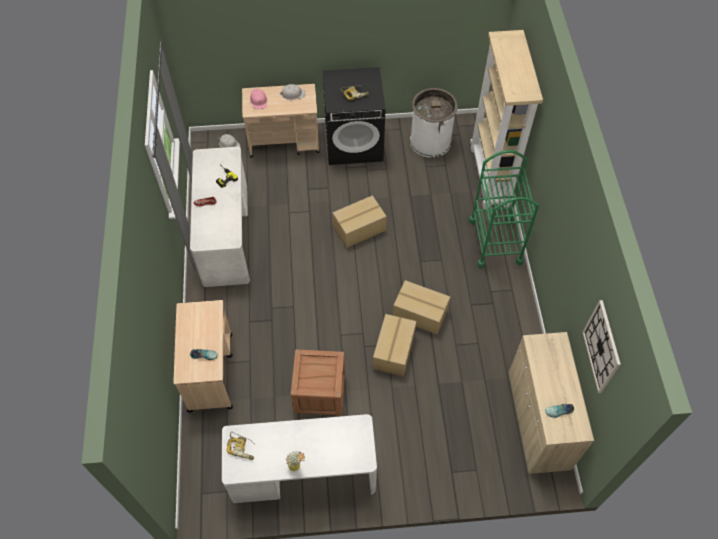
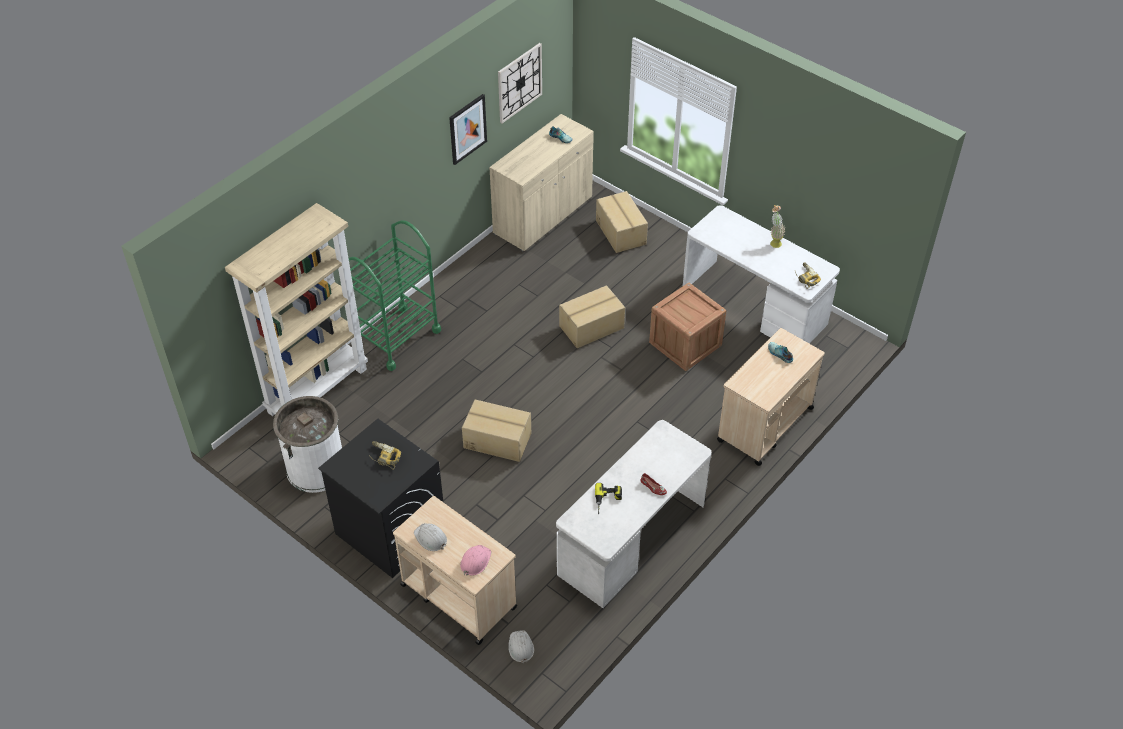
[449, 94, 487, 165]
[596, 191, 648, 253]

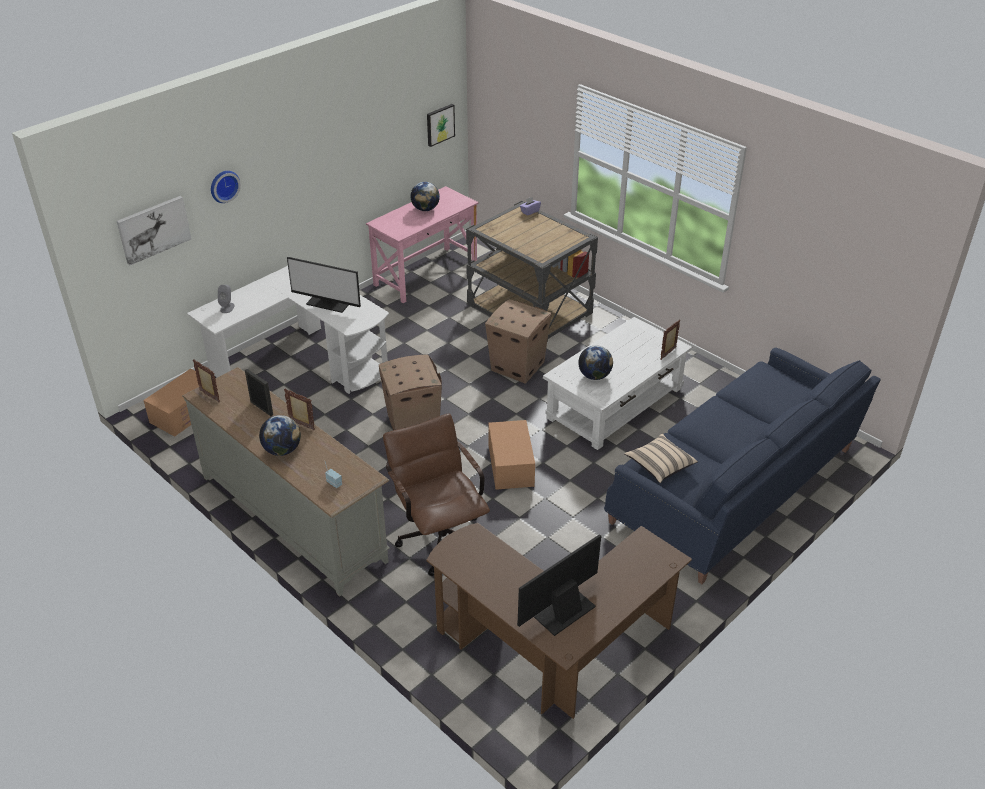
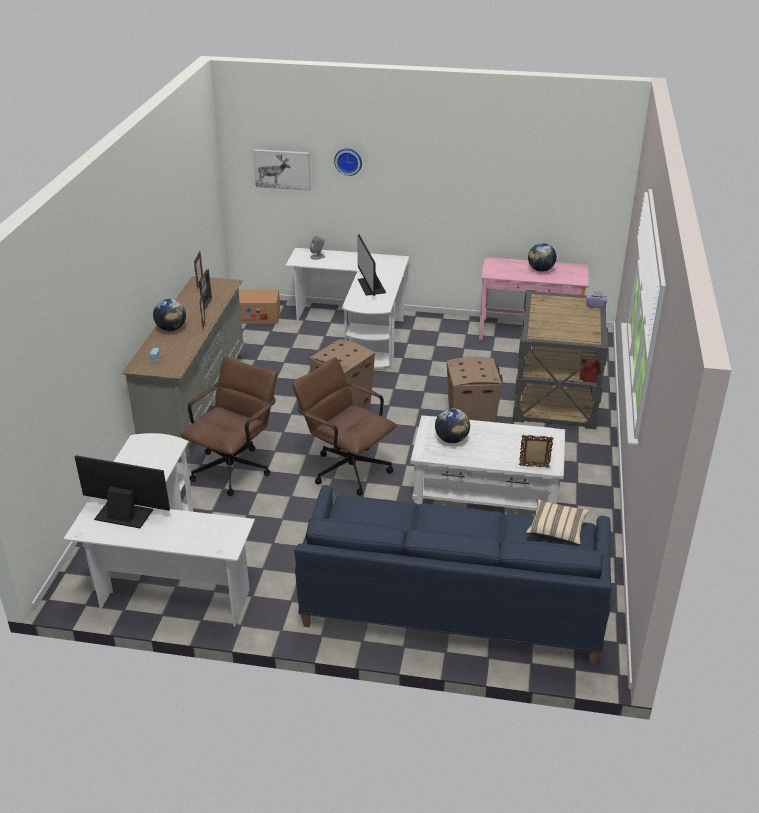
[63, 433, 255, 626]
[292, 357, 397, 496]
[526, 499, 589, 545]
[427, 104, 455, 147] (first image)

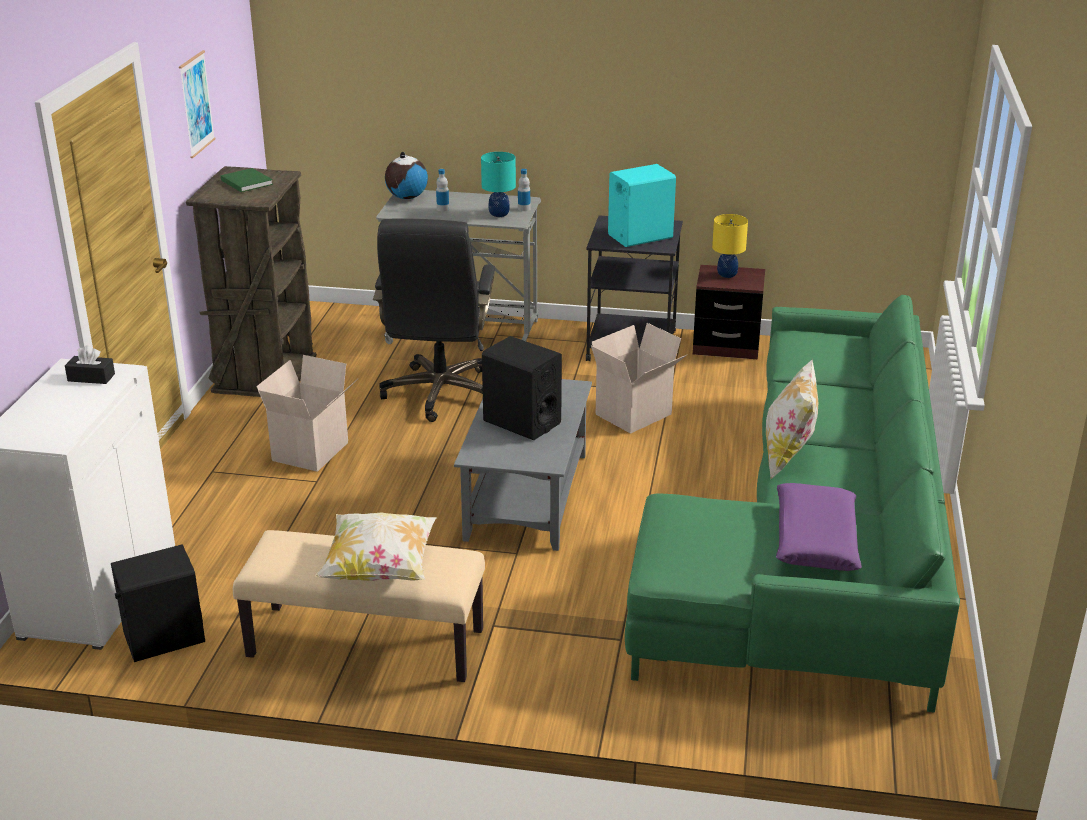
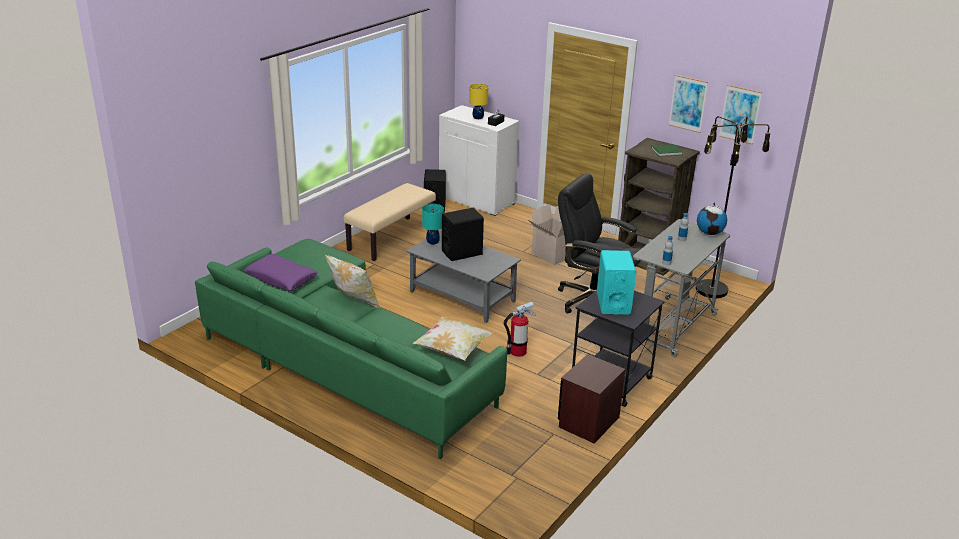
[413, 316, 493, 361]
[422, 204, 444, 244]
[469, 84, 488, 119]
[504, 302, 535, 357]
[696, 116, 770, 298]
[719, 85, 762, 144]

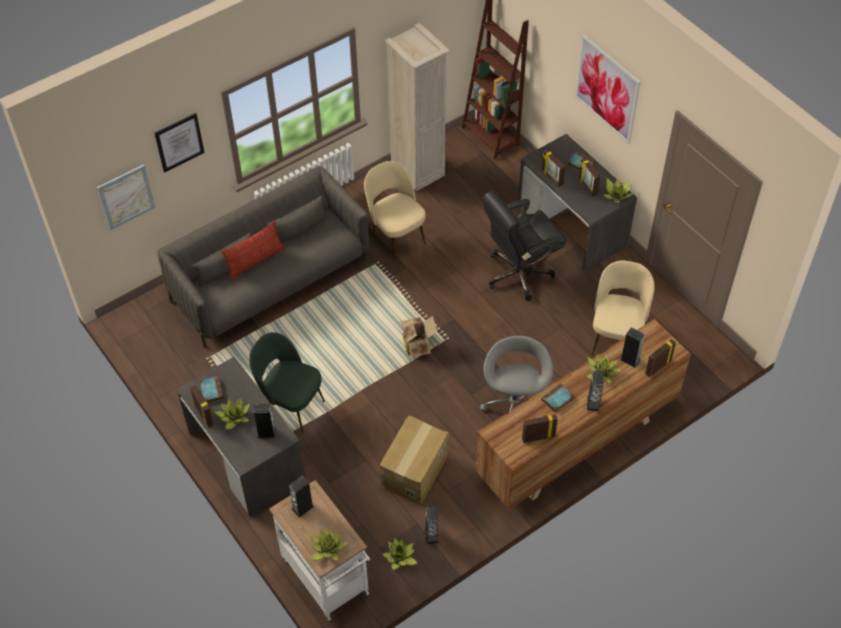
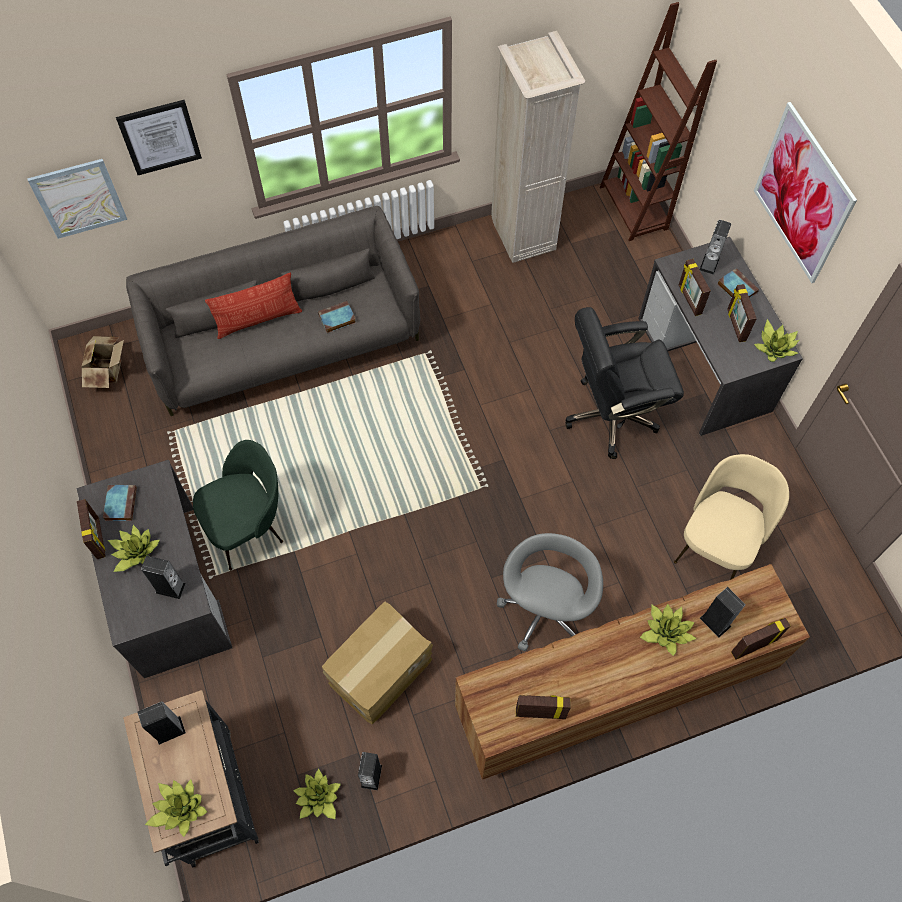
[81, 336, 124, 388]
[123, 690, 259, 868]
[193, 440, 283, 570]
[318, 301, 356, 333]
[700, 220, 731, 275]
[364, 161, 426, 261] (first image)

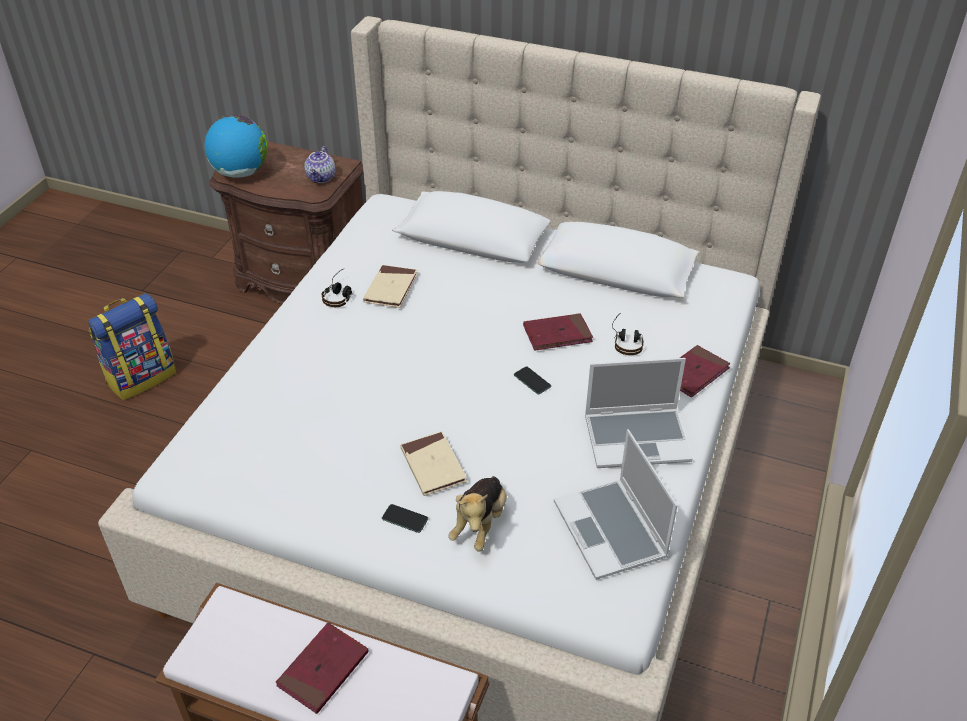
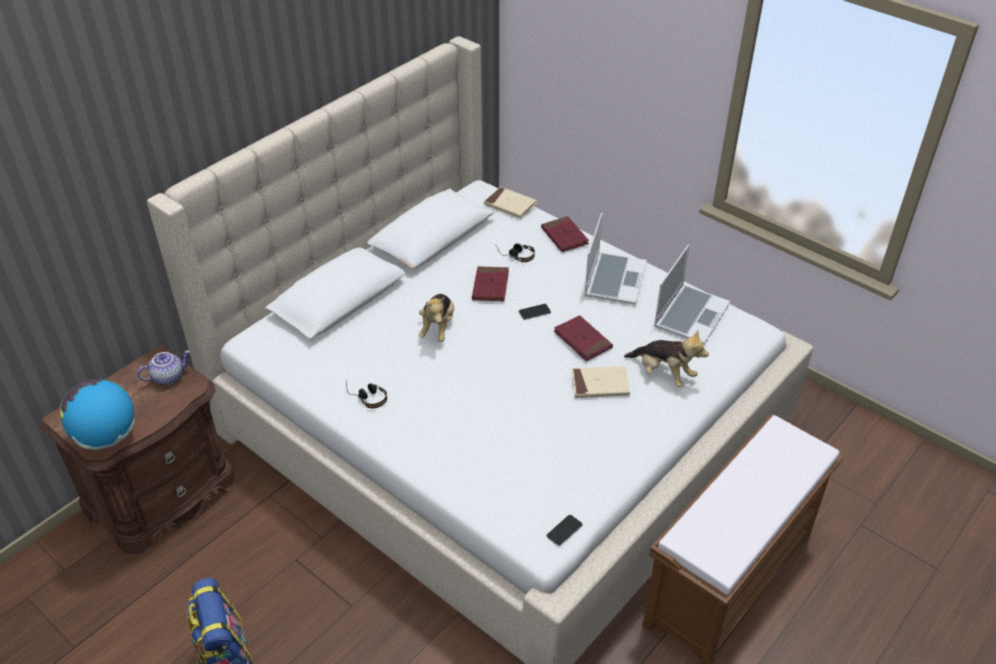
[137, 350, 190, 385]
[419, 294, 454, 342]
[484, 187, 537, 218]
[546, 515, 583, 546]
[554, 316, 613, 361]
[654, 245, 730, 345]

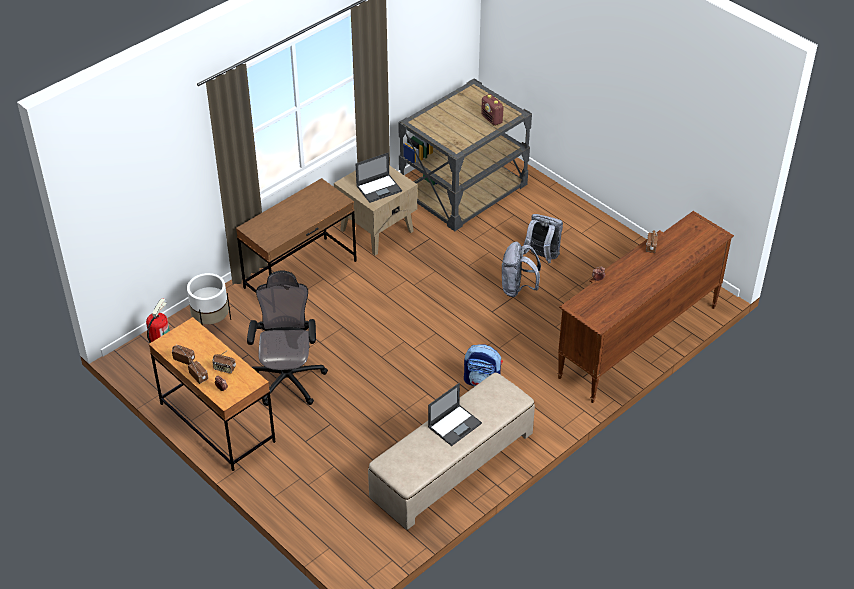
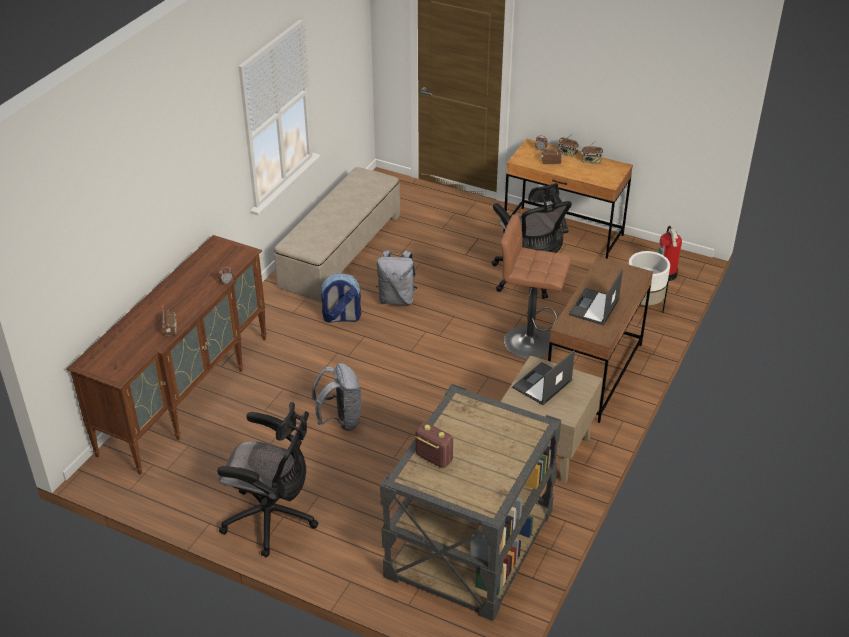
[217, 402, 319, 557]
[377, 250, 417, 305]
[501, 214, 572, 359]
[569, 269, 623, 325]

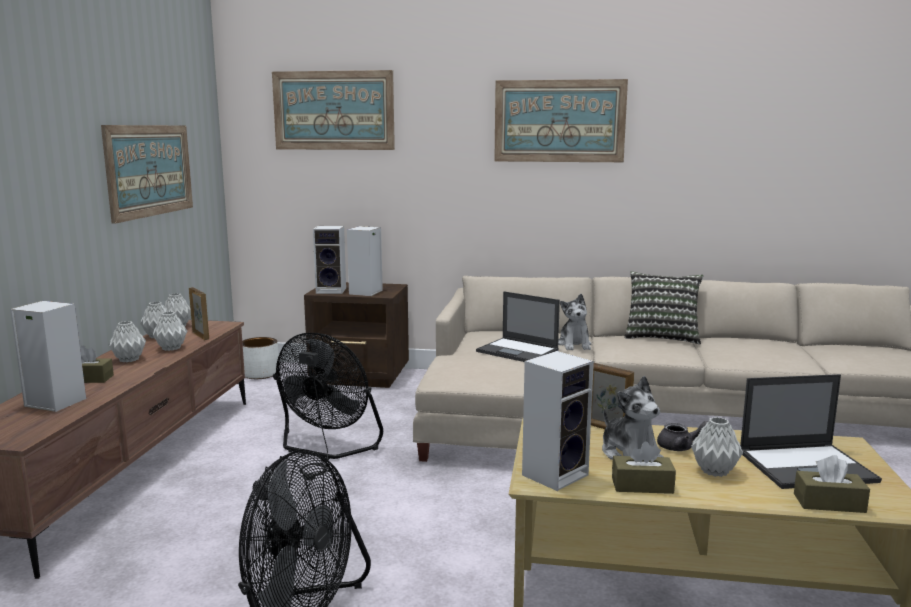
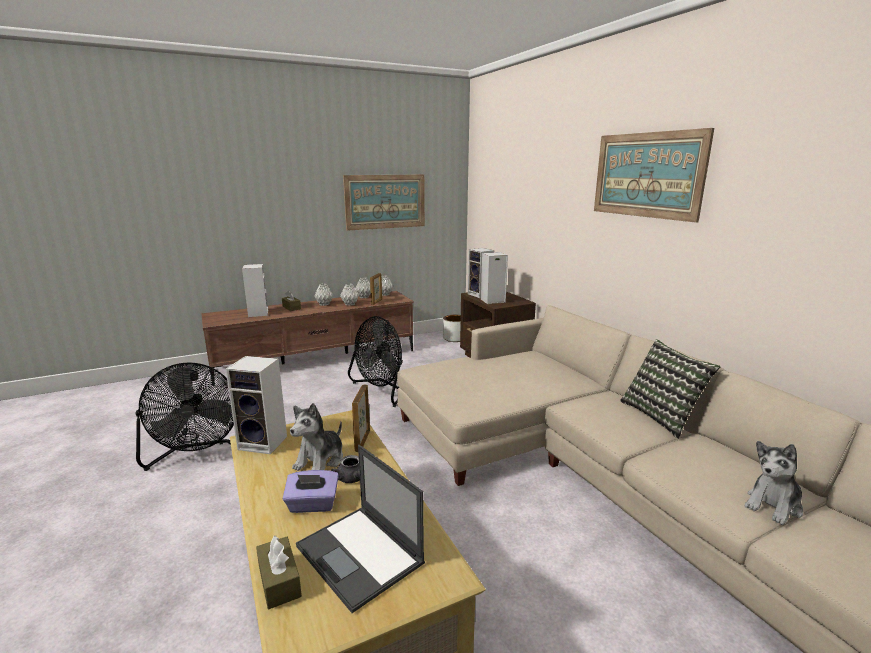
[283, 470, 339, 513]
[348, 316, 403, 407]
[745, 441, 803, 525]
[272, 70, 395, 150] (first image)
[476, 291, 560, 362] (first image)
[612, 441, 676, 494] (first image)

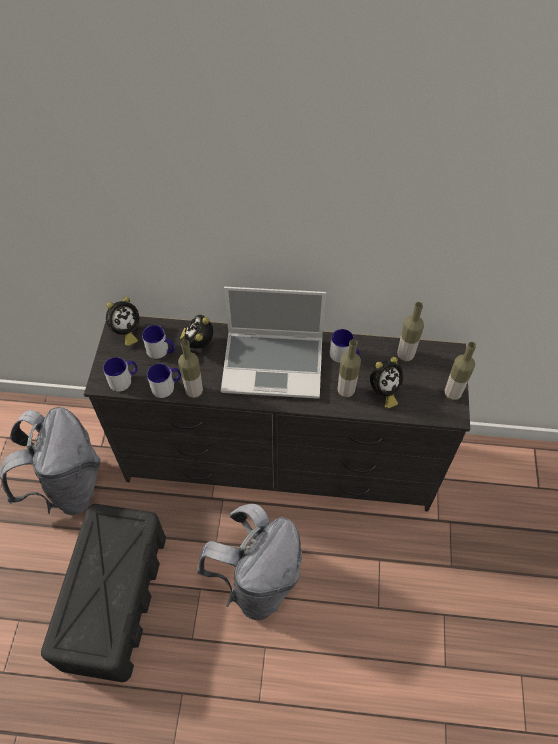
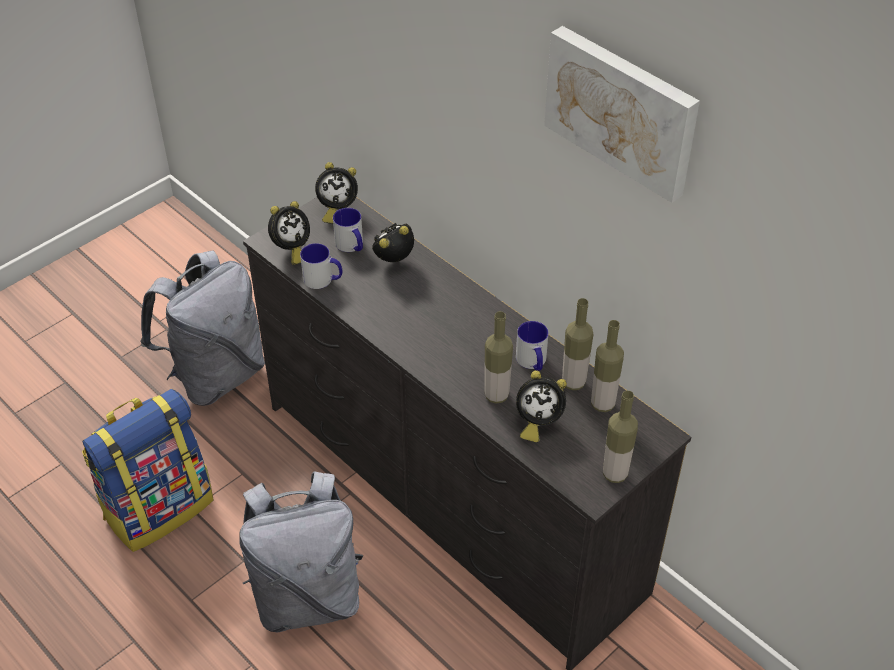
[82, 389, 214, 552]
[268, 201, 310, 265]
[544, 26, 700, 203]
[562, 298, 594, 390]
[221, 287, 326, 399] (first image)

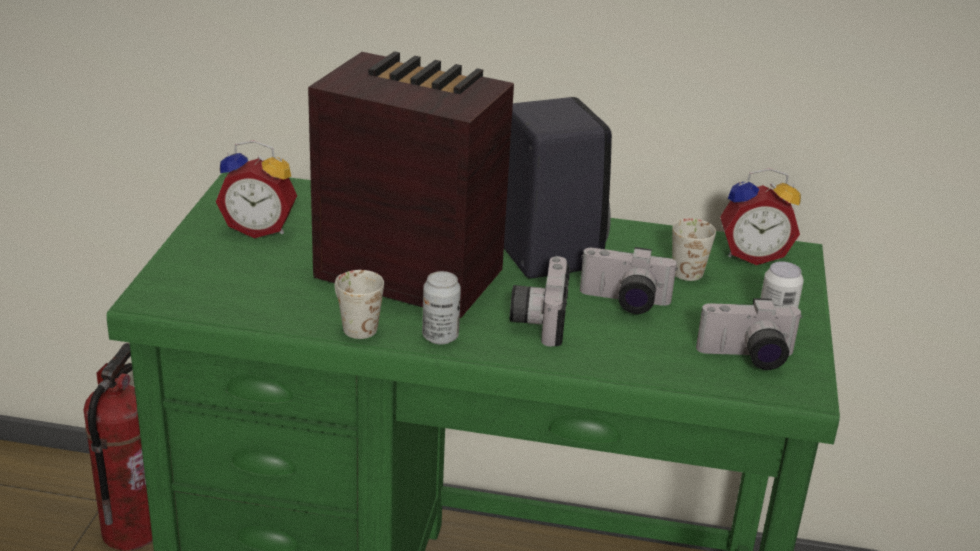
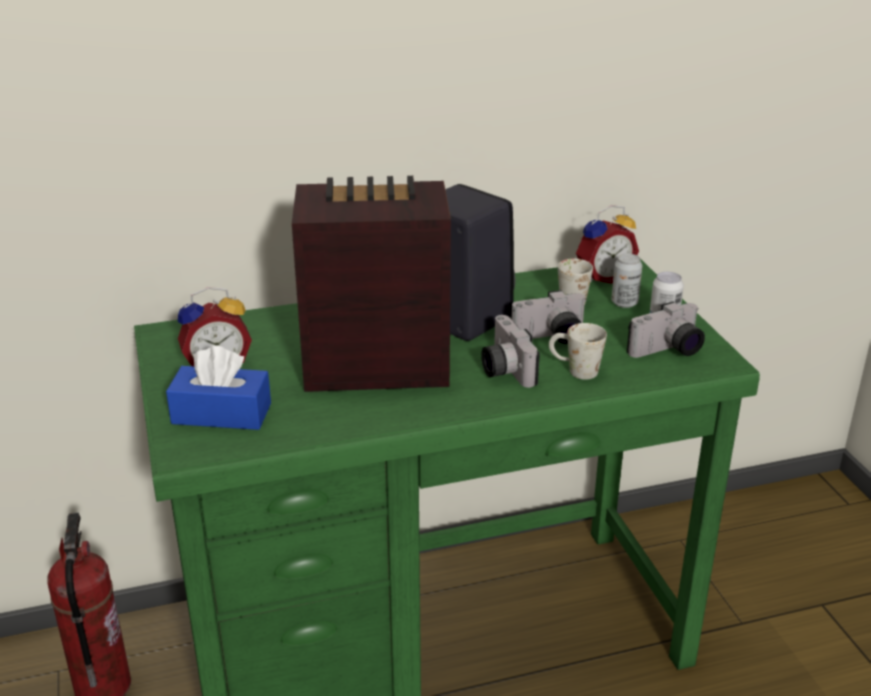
[166, 345, 271, 430]
[549, 323, 607, 380]
[611, 253, 642, 308]

